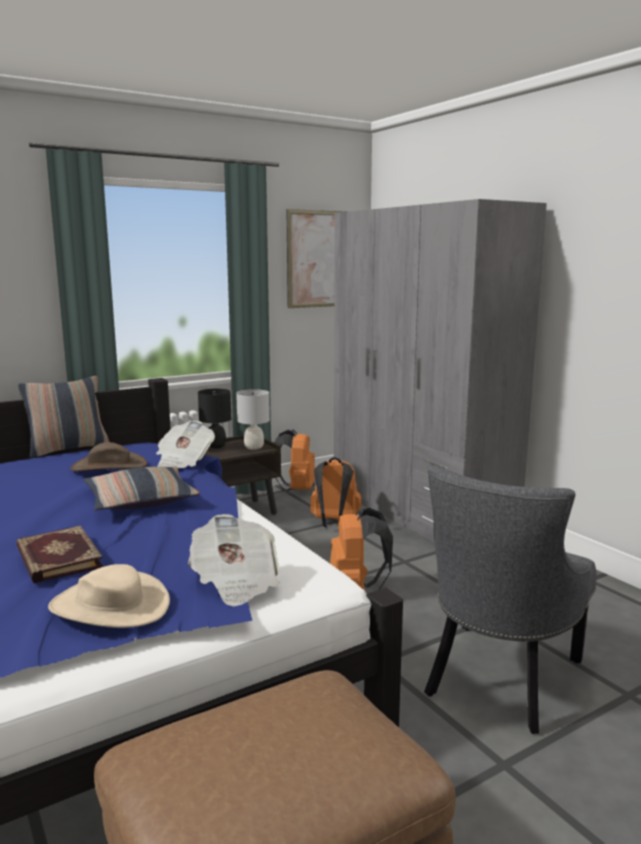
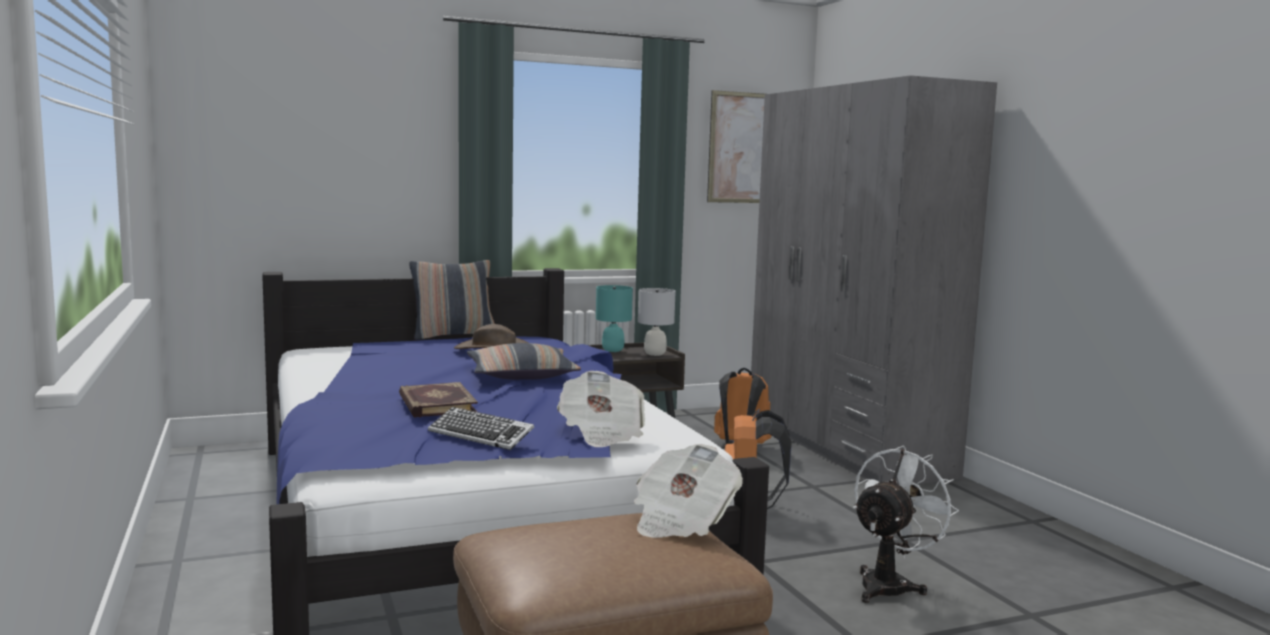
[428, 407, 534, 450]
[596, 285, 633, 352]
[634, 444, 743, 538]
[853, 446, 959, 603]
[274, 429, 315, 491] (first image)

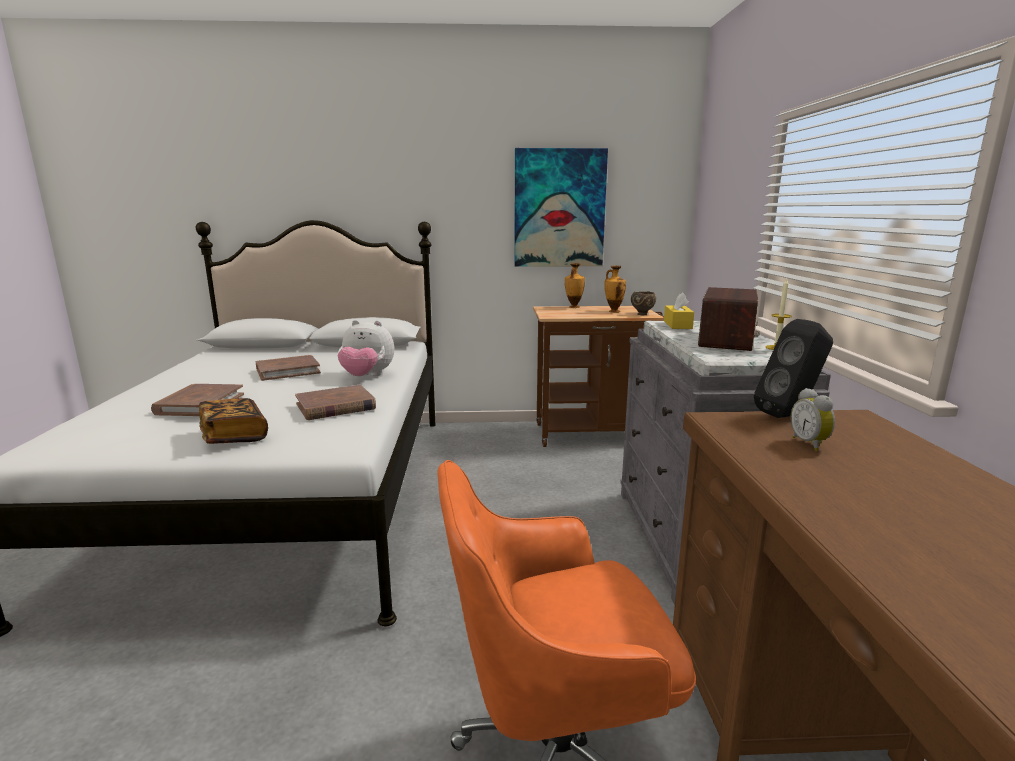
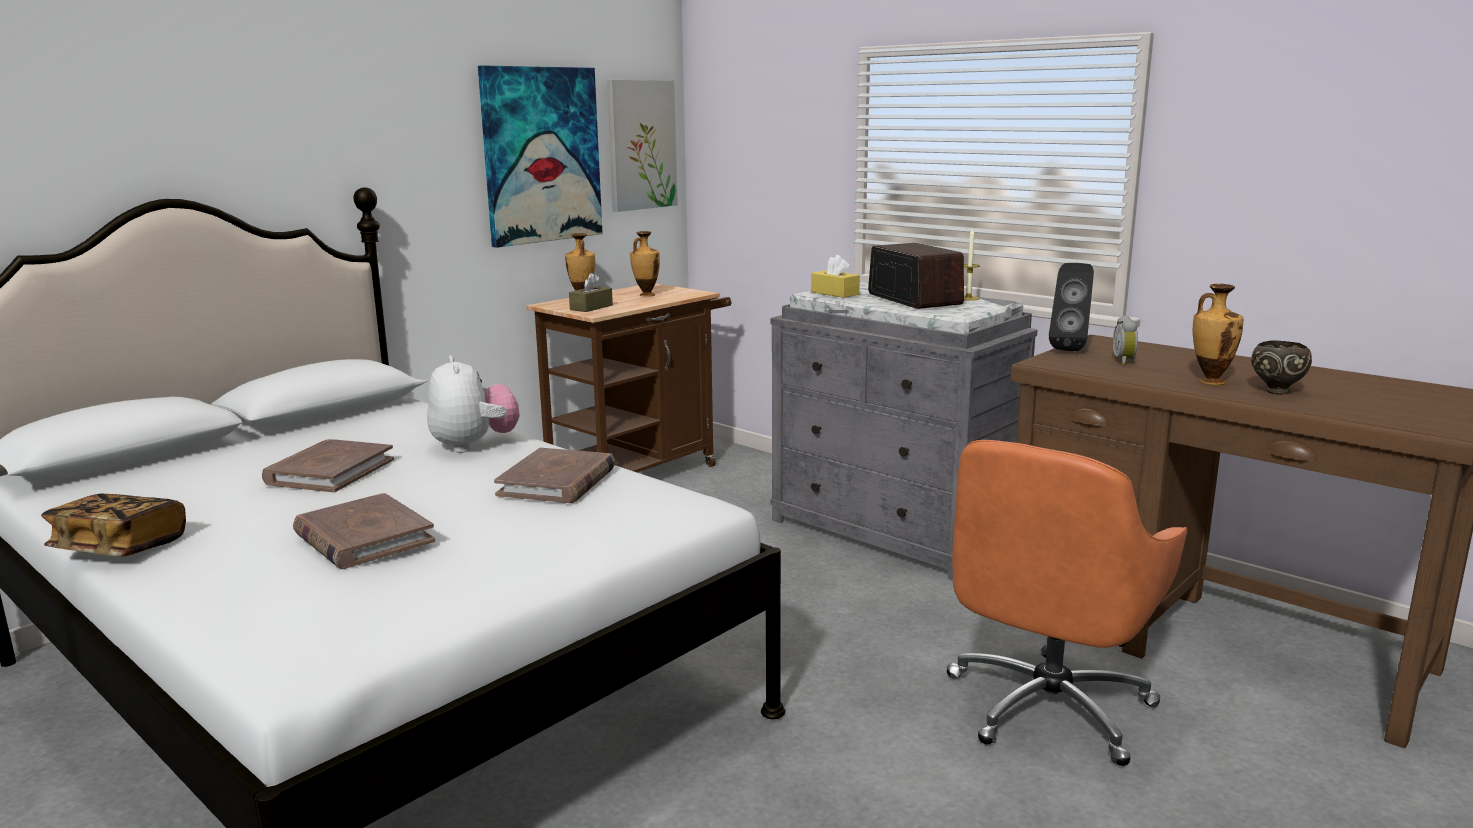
[41, 494, 186, 557]
[427, 355, 520, 453]
[569, 273, 613, 312]
[607, 80, 678, 212]
[1113, 315, 1138, 365]
[1193, 283, 1243, 385]
[1251, 340, 1312, 395]

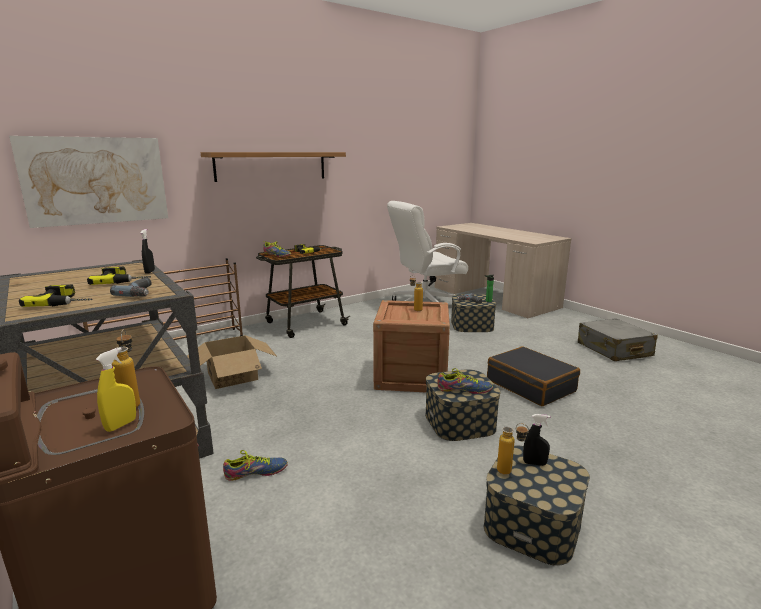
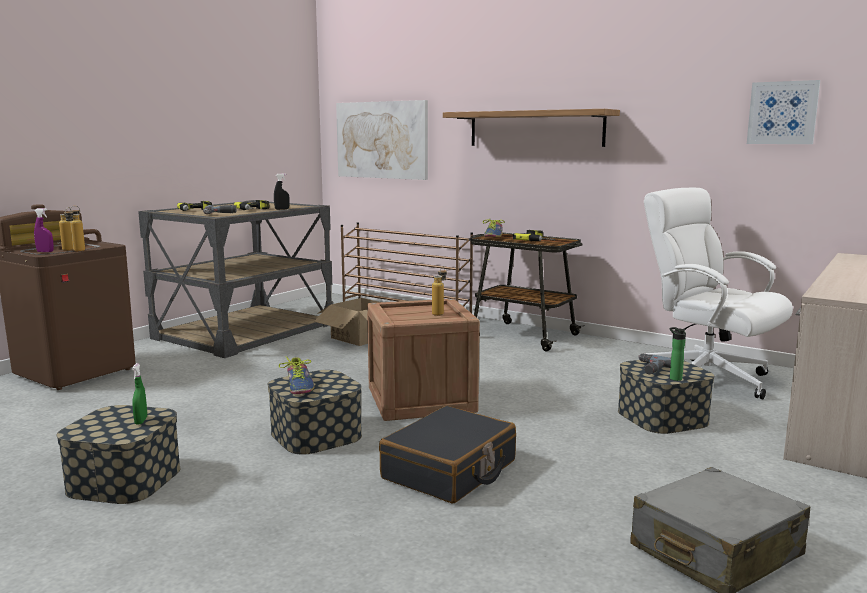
[34, 208, 54, 252]
[64, 207, 85, 251]
[132, 363, 147, 424]
[747, 80, 820, 144]
[223, 450, 288, 481] (first image)

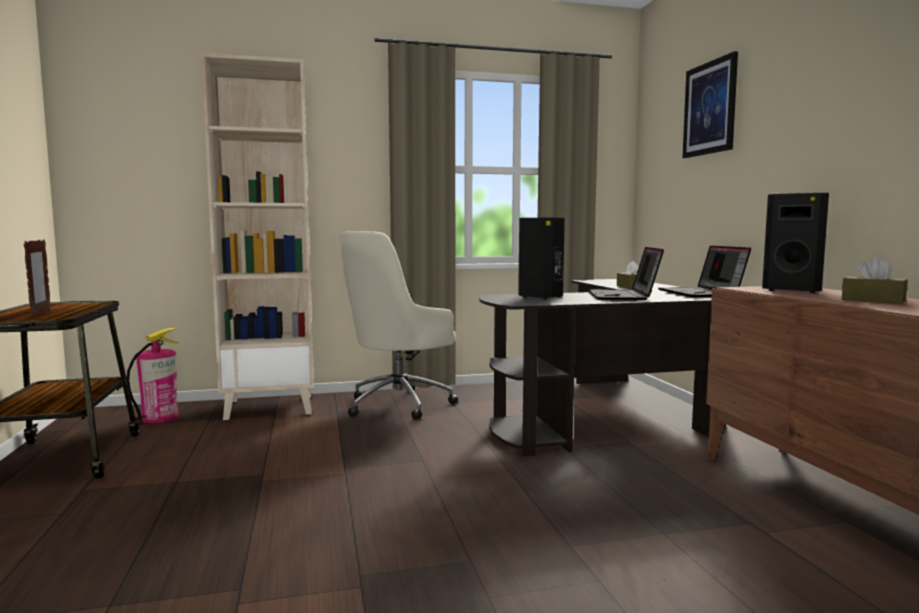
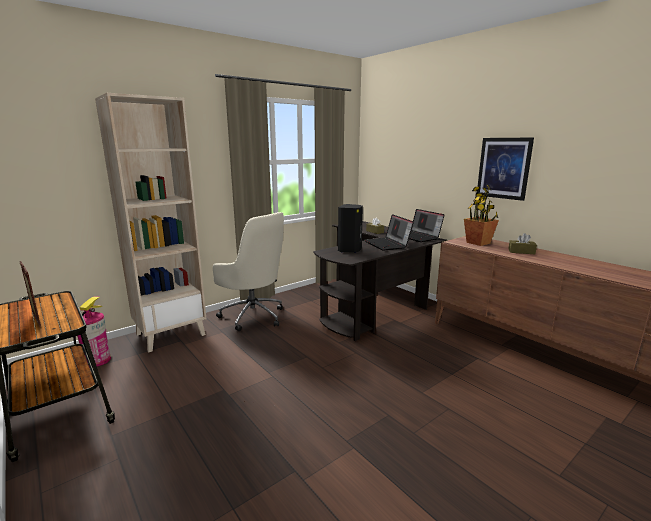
[213, 212, 284, 331]
[464, 185, 499, 246]
[477, 138, 534, 201]

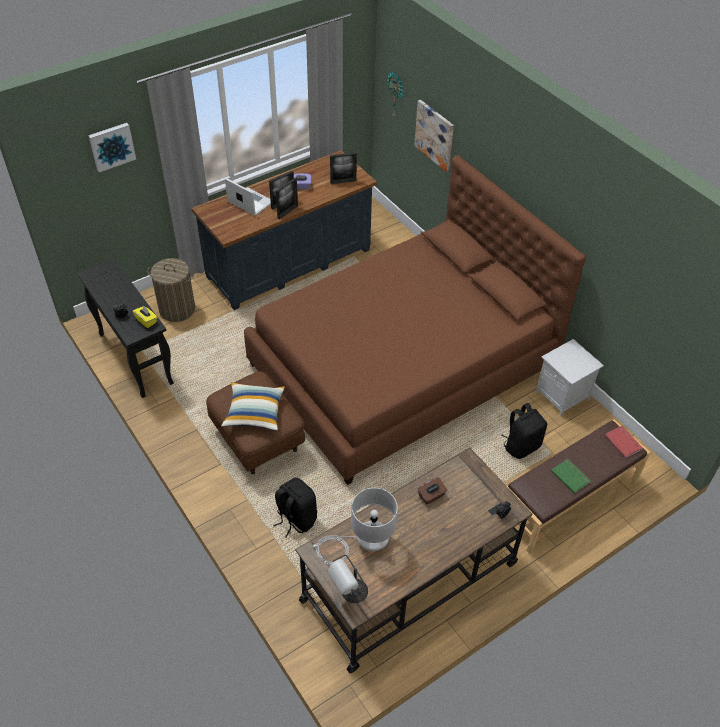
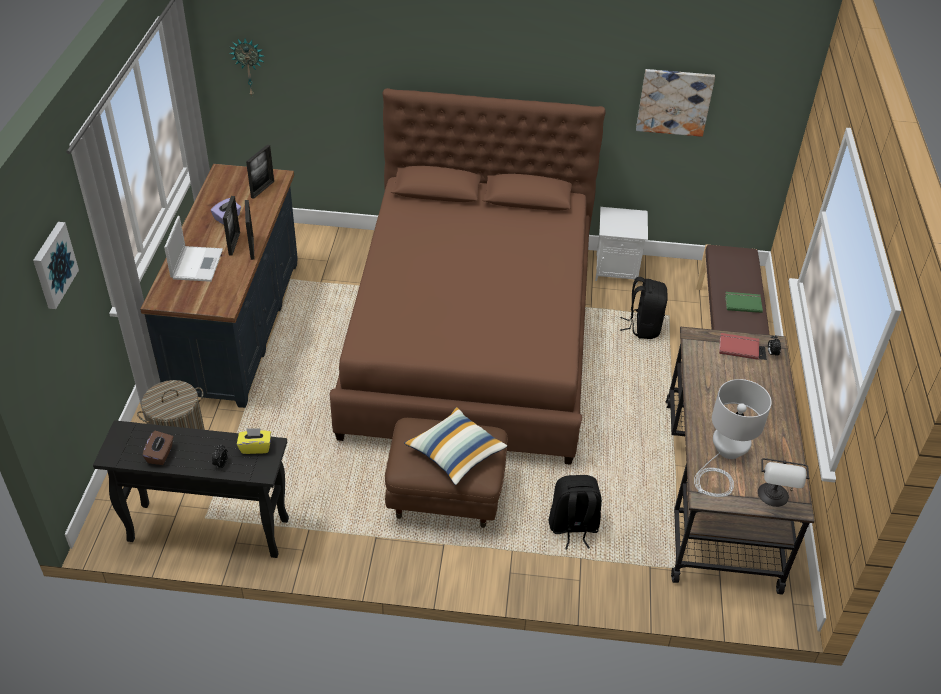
[142, 431, 173, 465]
[164, 216, 223, 282]
[636, 69, 715, 137]
[719, 333, 759, 360]

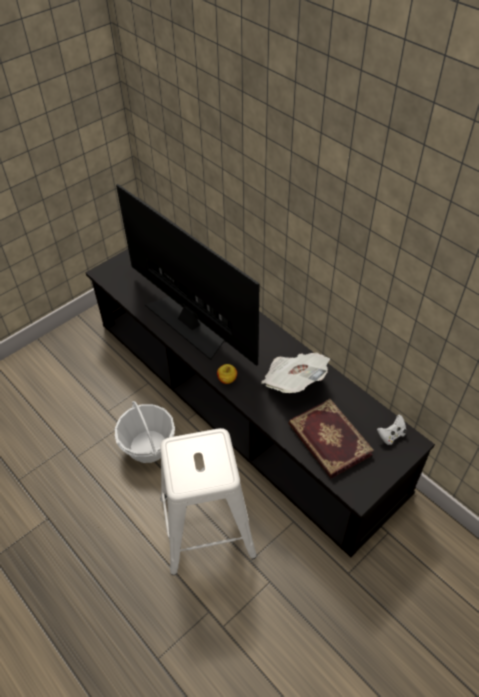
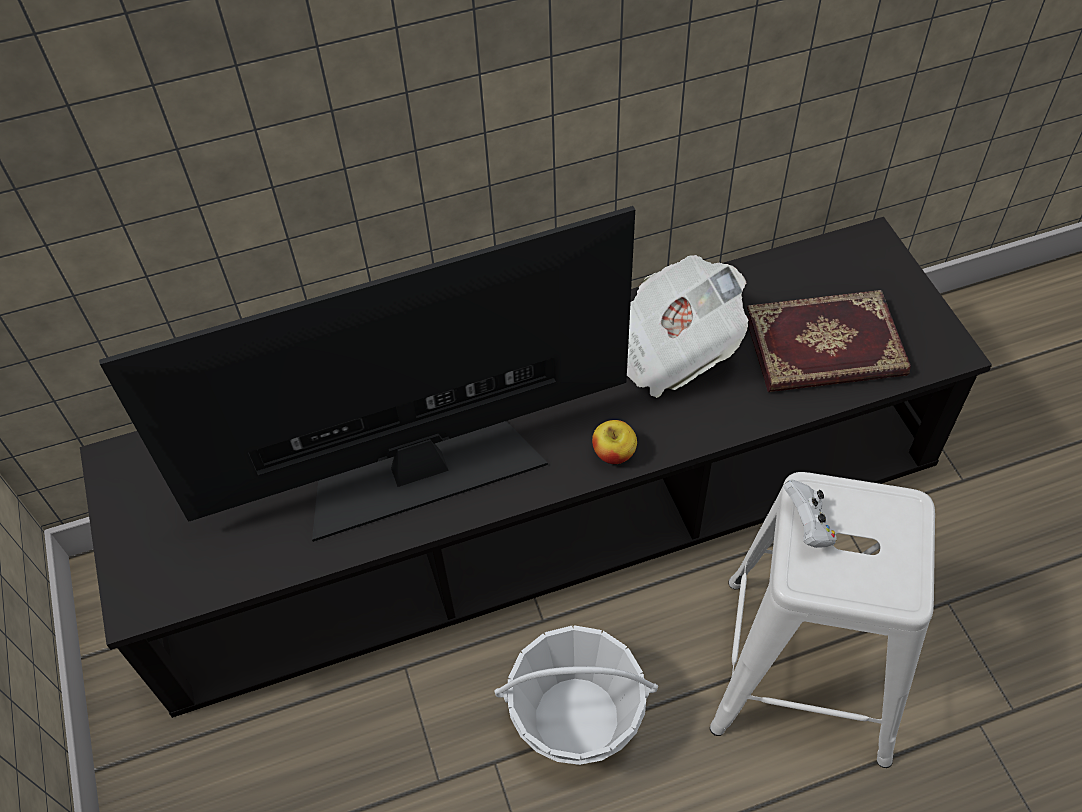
[783, 480, 837, 548]

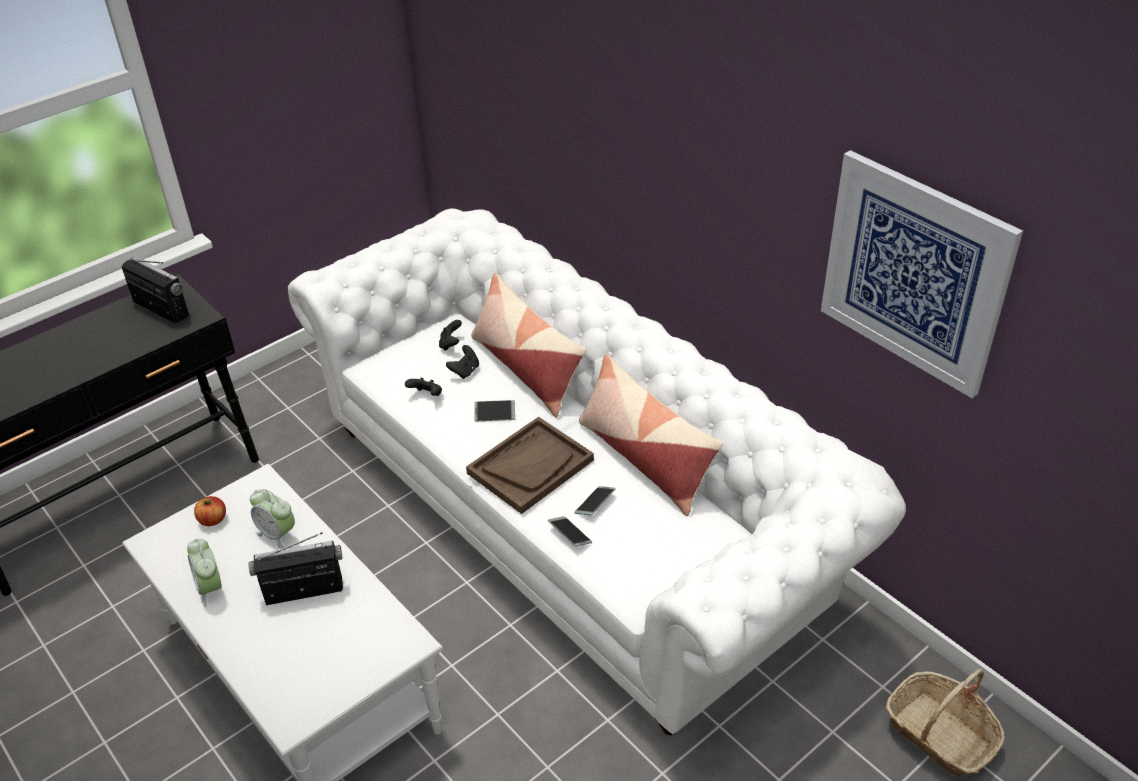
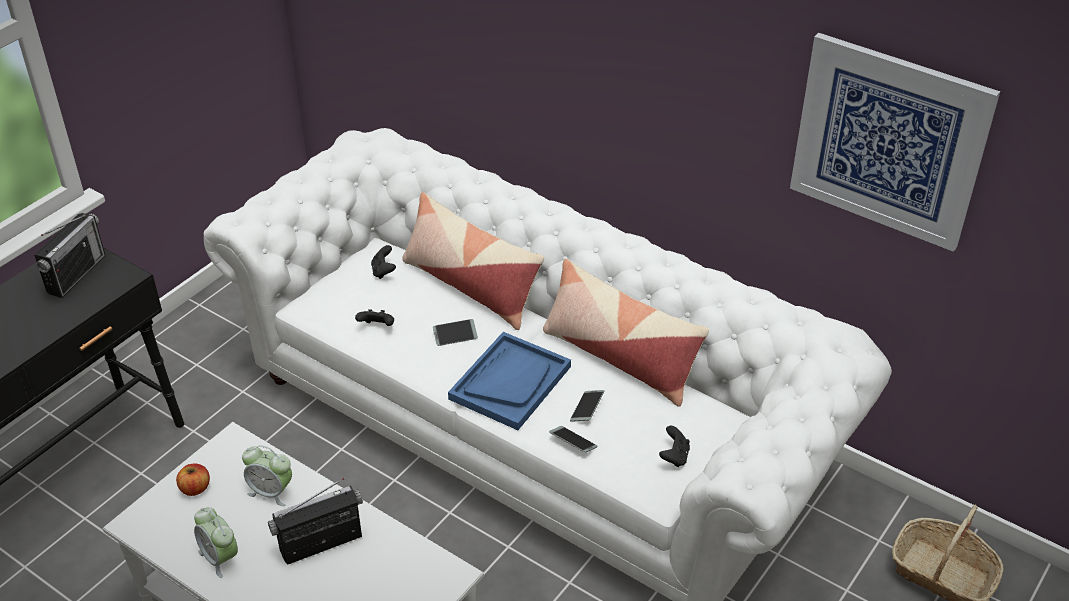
[34, 213, 106, 298]
[448, 332, 571, 430]
[659, 426, 690, 467]

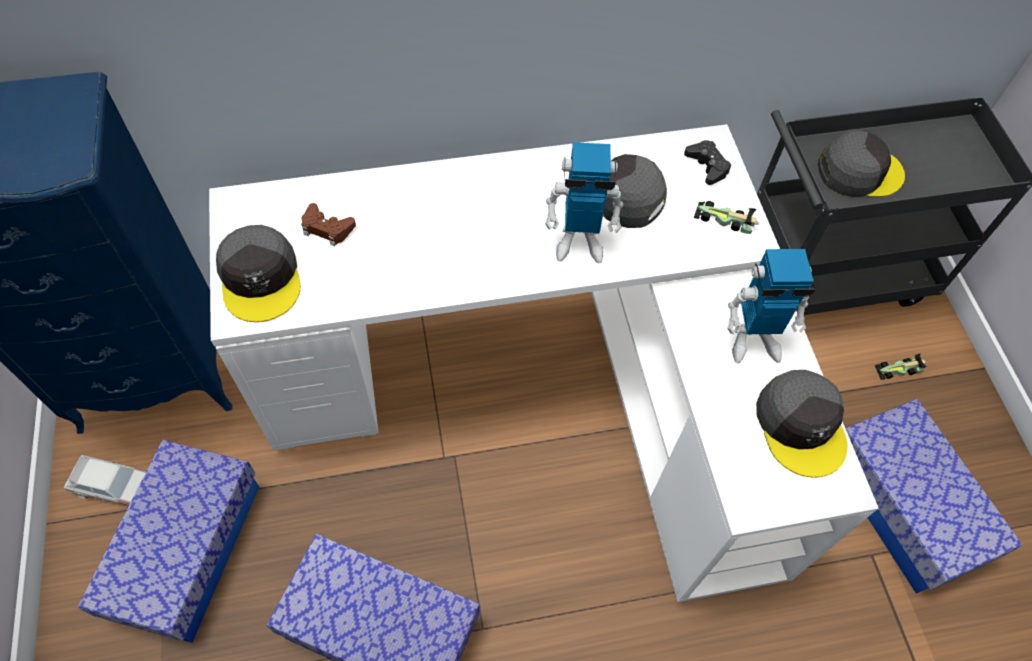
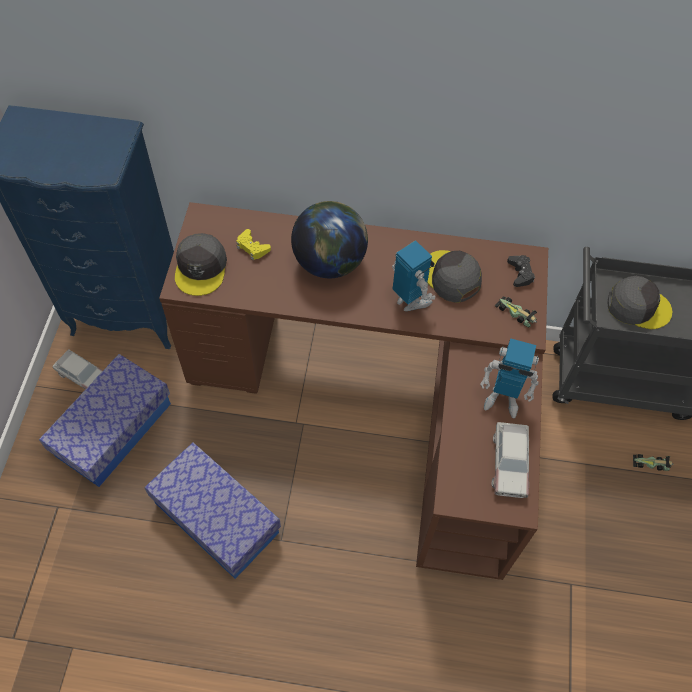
[159, 202, 548, 580]
[237, 229, 271, 260]
[291, 201, 368, 278]
[392, 240, 435, 311]
[491, 422, 529, 498]
[845, 399, 1022, 594] (first image)

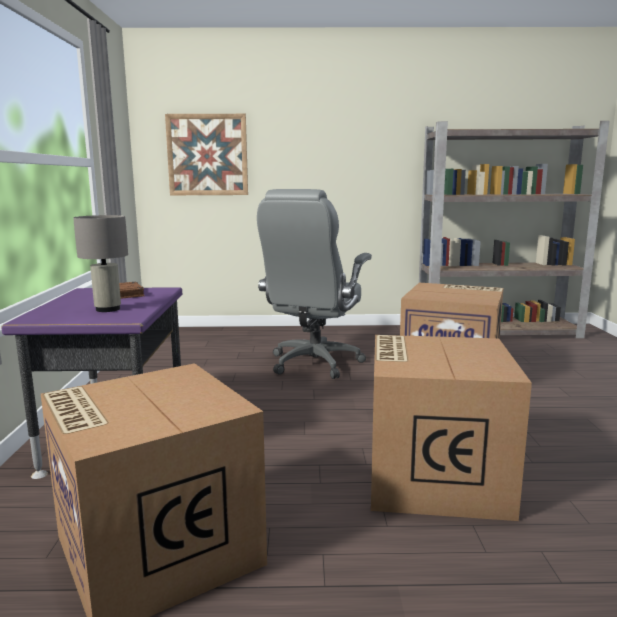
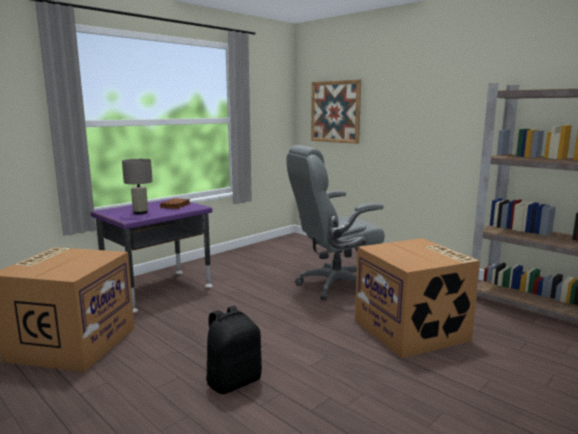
[206, 306, 262, 394]

